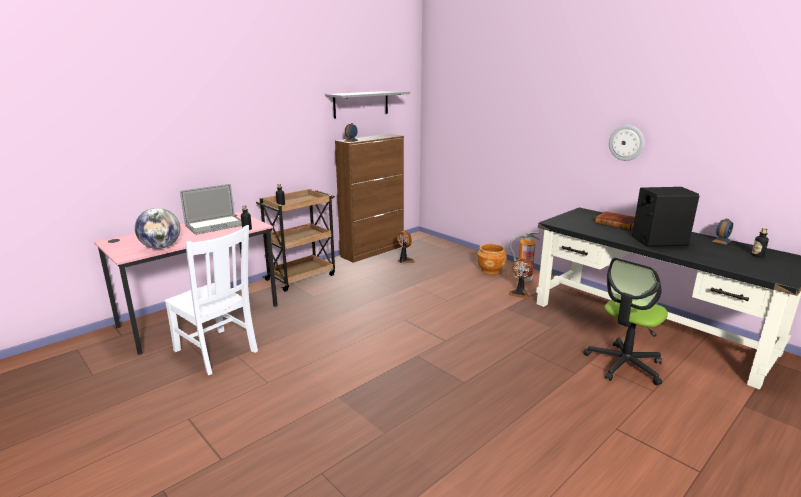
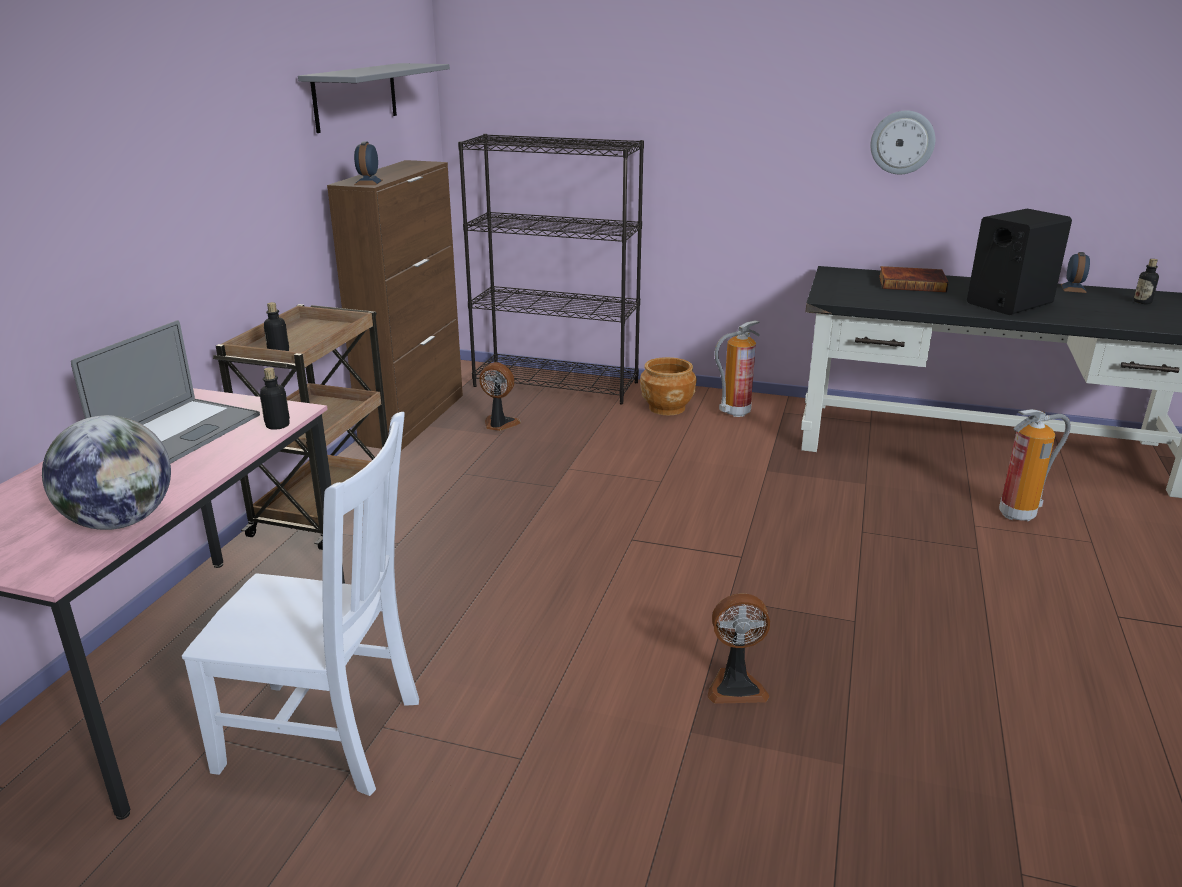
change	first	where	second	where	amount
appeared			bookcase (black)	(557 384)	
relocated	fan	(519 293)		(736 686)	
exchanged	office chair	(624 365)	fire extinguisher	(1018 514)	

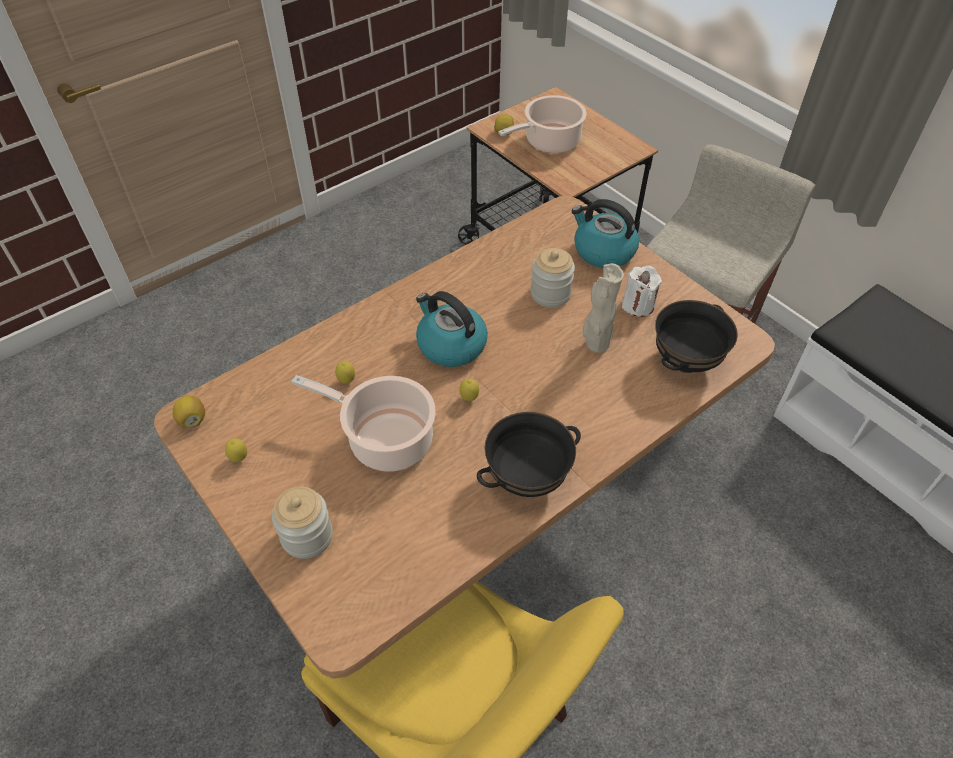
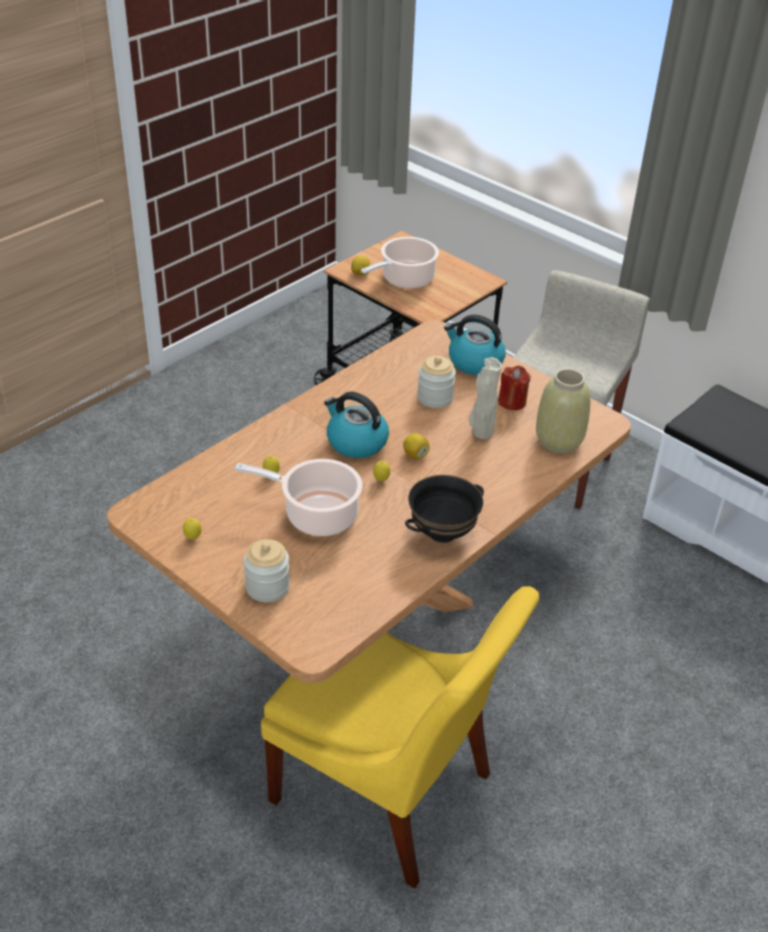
change	first	where	second	where	amount
relocated	lemon	(192 420)		(415 455)	
exchanged	bowl (black)	(685 361)	vase (beige)	(558 440)	
colour	candle (white)	(638 305)	candle (red)	(512 402)	

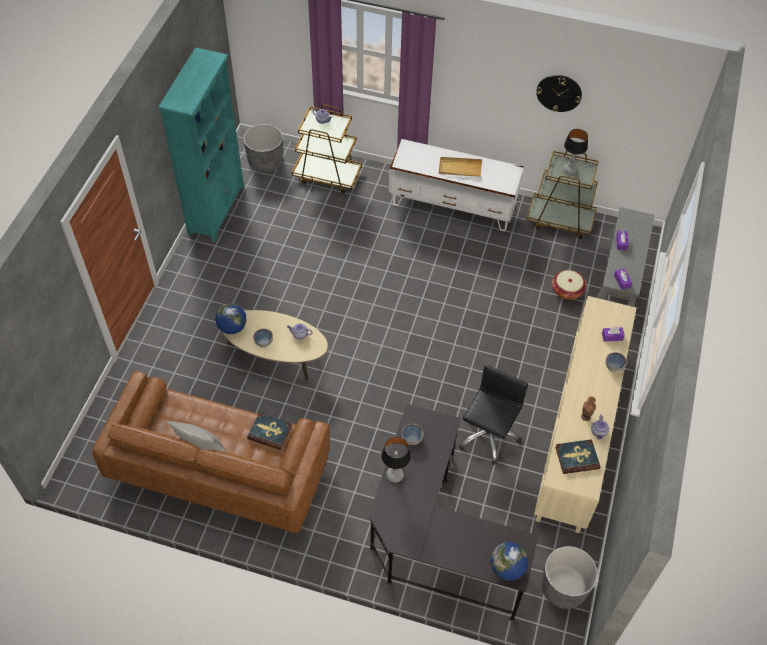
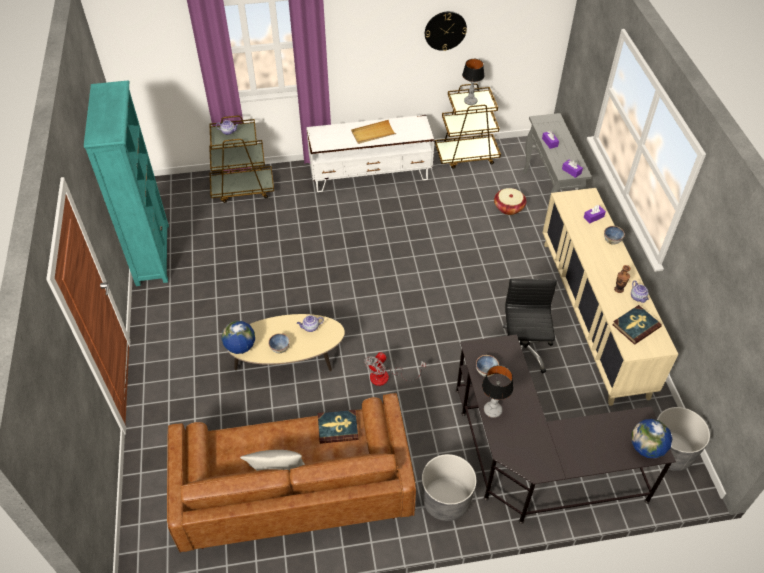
change	first	where	second	where	amount
appeared			fan	(386 377)	
relocated	planter (grey)	(265 162)		(446 500)	

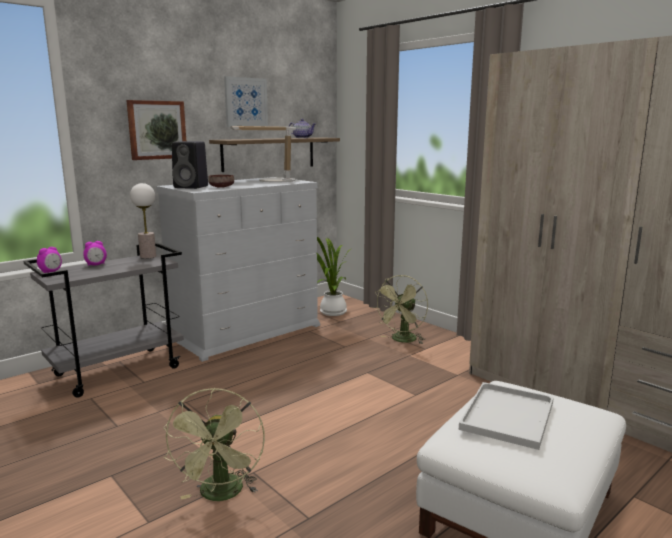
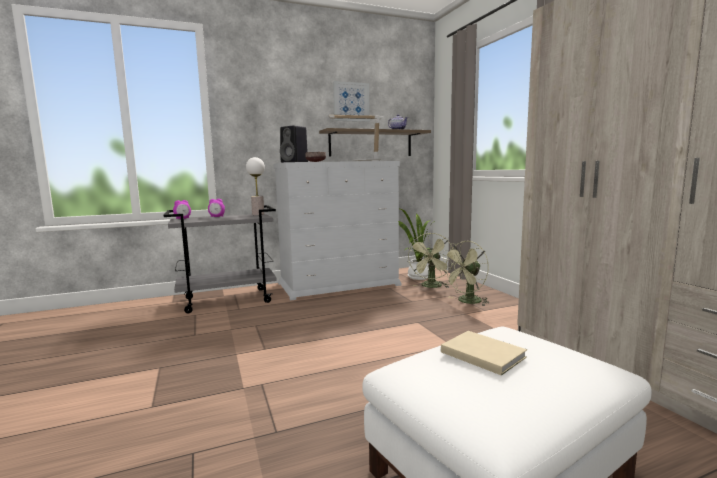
change	first	where	second	where	amount
missing	picture	(157 130)			
relocated	fan (green)	(221 495)		(431 287)	
exchanged	tray (white)	(507 414)	book (beige)	(481 353)	

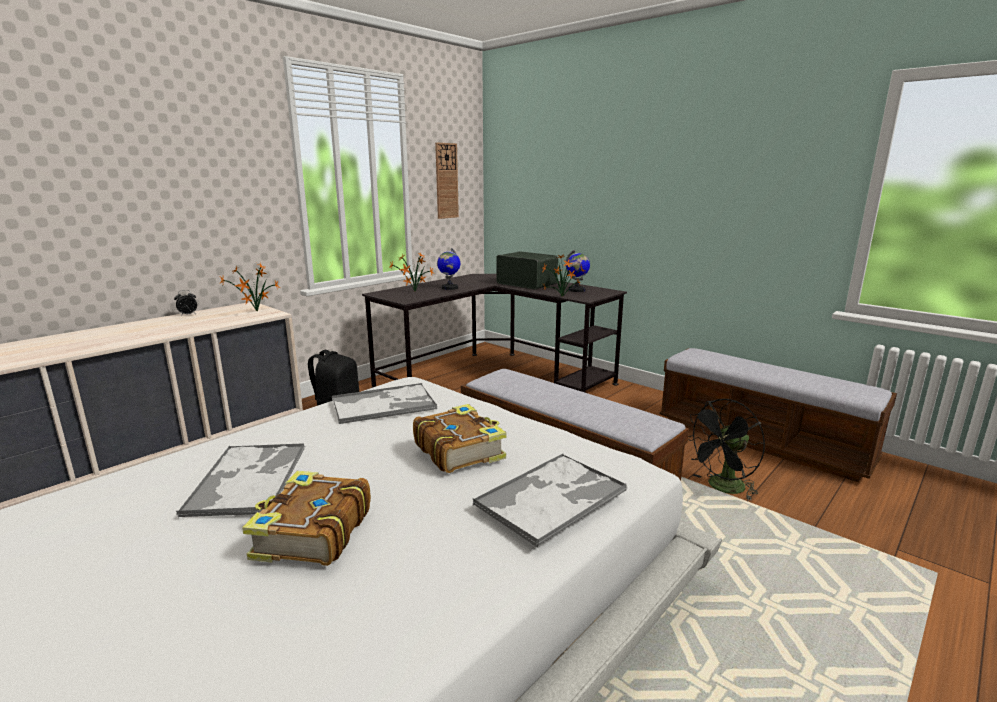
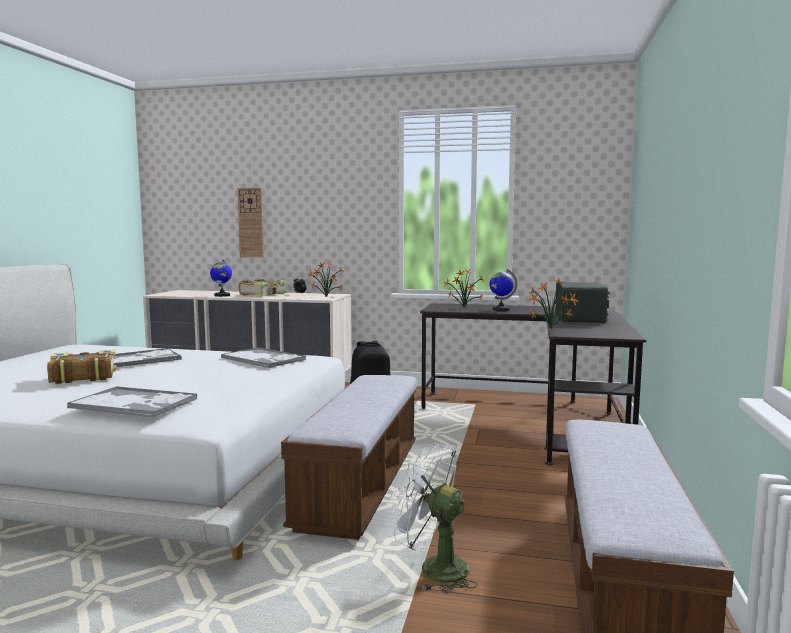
change	first	where	second	where	amount
relocated	book	(459 450)		(264 294)	
relocated	wall clock	(446 181)		(251 223)	
relocated	globe	(577 290)		(222 295)	
colour	fan (black)	(722 488)	fan (white)	(433 568)	

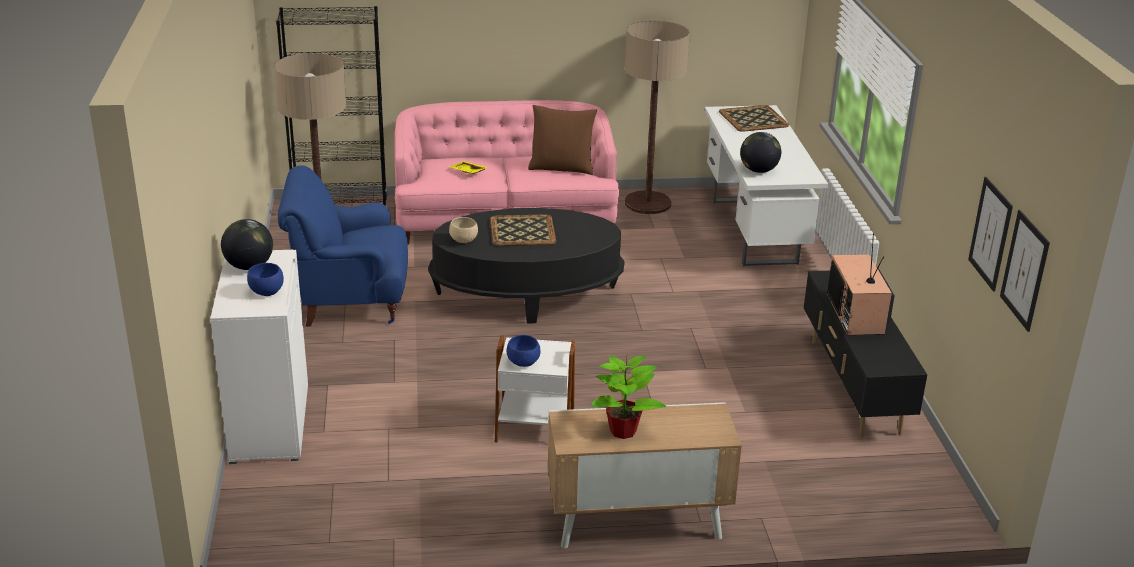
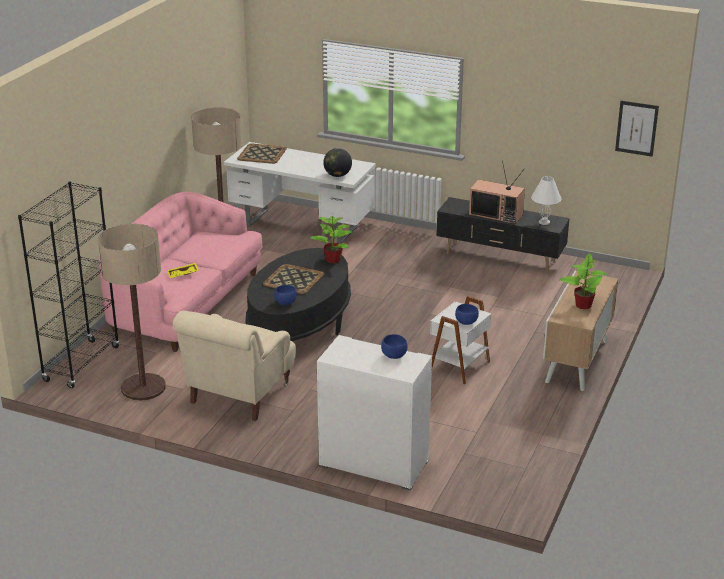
change	first	where	second	where	amount
missing	globe	(249 266)			
missing	pillow (brown)	(561 168)			
missing	picture	(990 233)			
appeared			potted plant	(333 260)	
appeared			table lamp (white)	(544 222)	
colour	armchair (blue)	(350 302)	armchair (beige)	(238 394)	
colour	bowl (beige)	(464 240)	bowl (blue)	(285 303)	

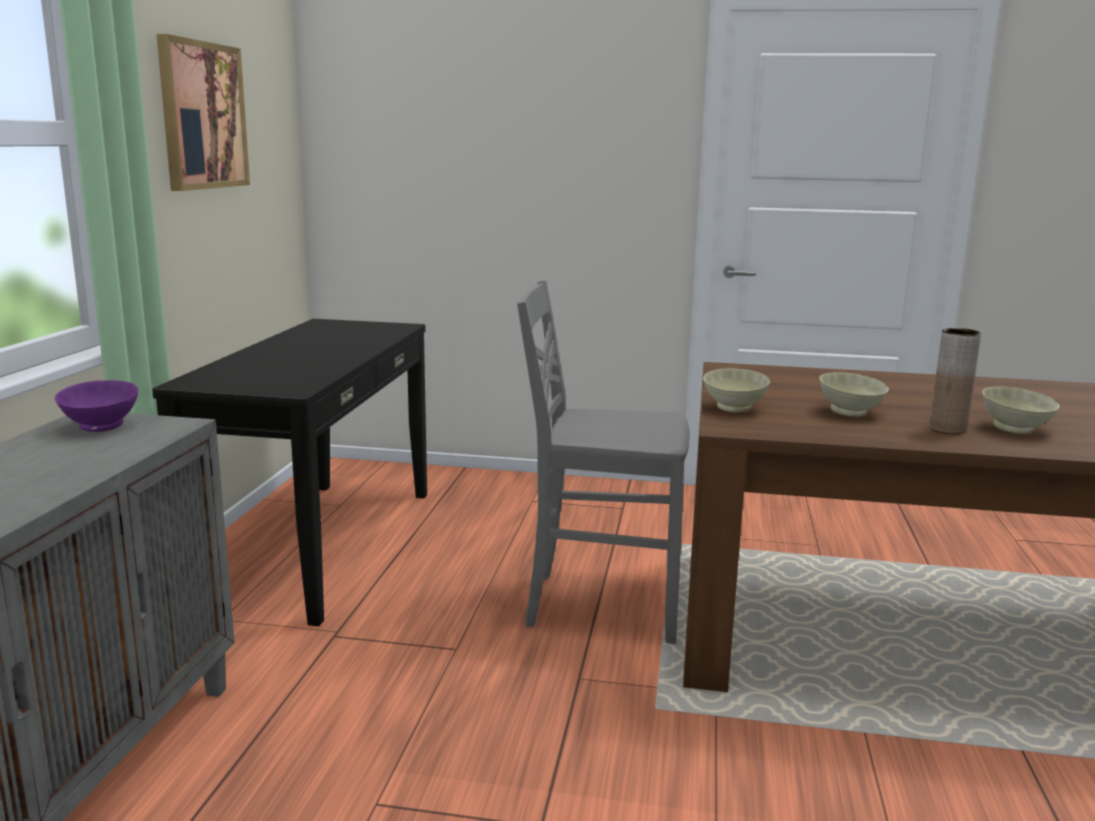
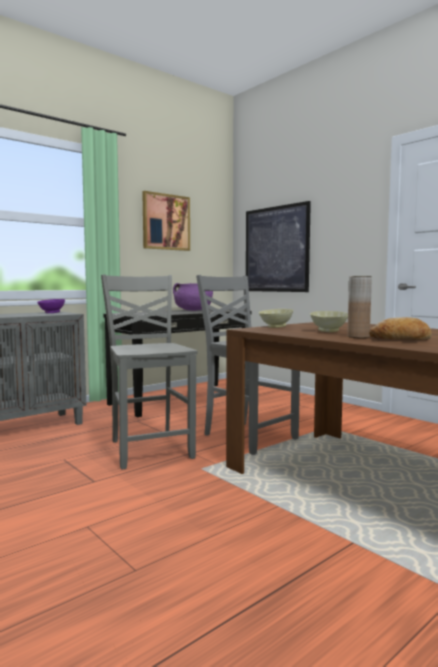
change	first	where	second	where	amount
appeared			chair (grey)	(150 449)	
appeared			cooking pot (purple)	(193 310)	
appeared			picture	(276 249)	
exchanged	bowl (beige)	(1014 429)	bread	(400 340)	

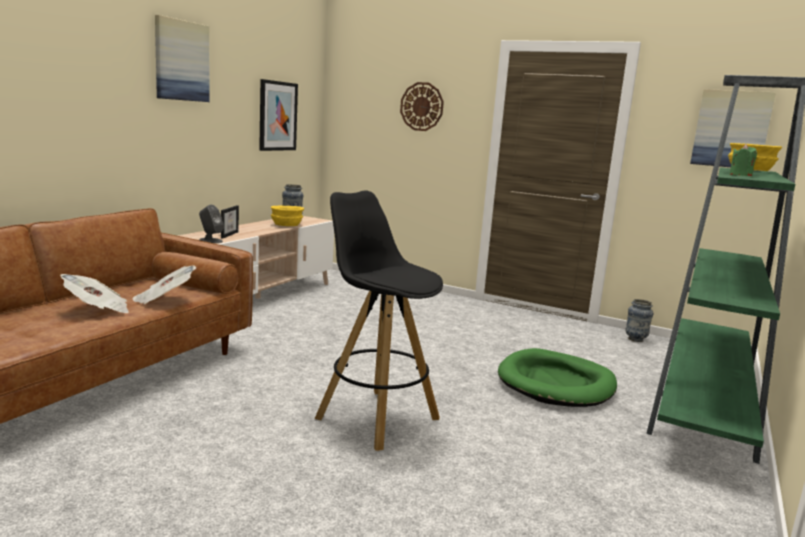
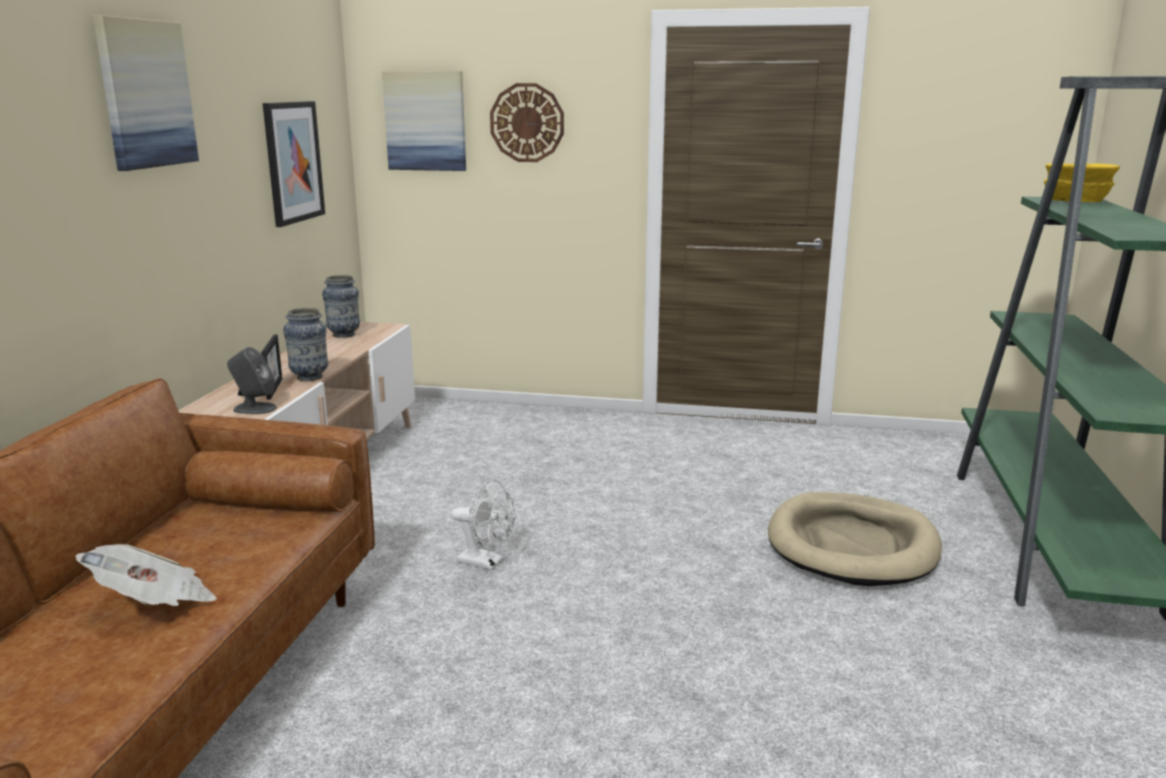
change	first	where	second	where	amount
missing	newspaper	(164 300)			
missing	bowl (yellow)	(286 225)			
missing	stool (black)	(376 418)			
missing	candle (green)	(740 175)			
appeared			fan (white)	(487 562)	
relocated	vase	(635 339)		(310 377)	
relocated	picture	(731 129)		(425 121)	
colour	dog bed (green)	(556 383)	dog bed (beige)	(852 545)	

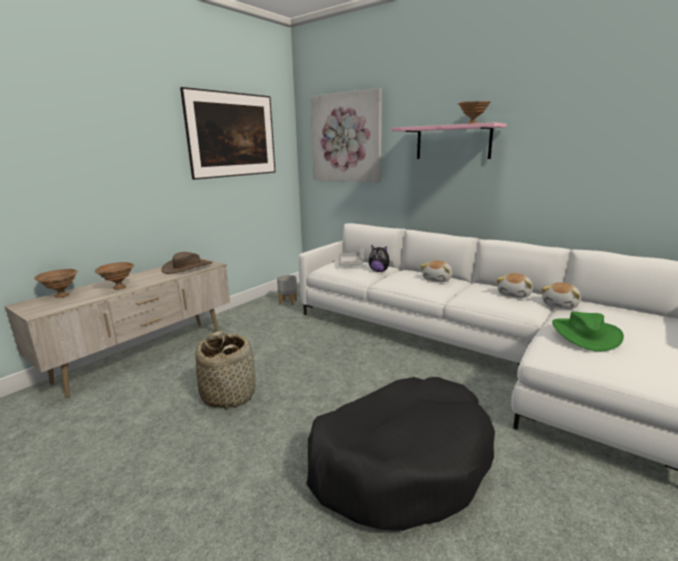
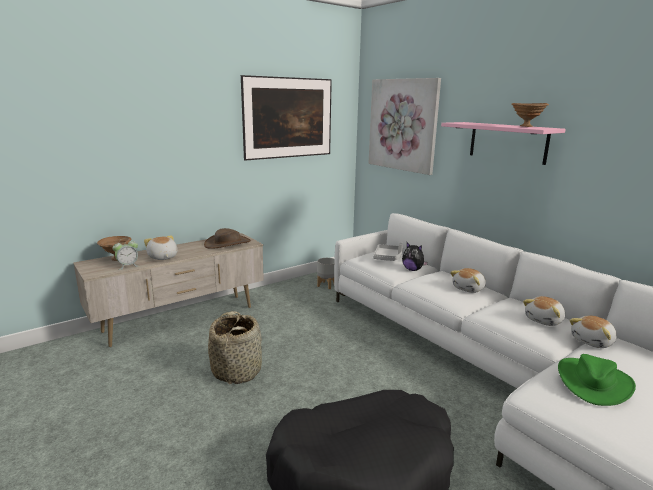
change	first	where	second	where	amount
appeared			alarm clock	(128 266)	
exchanged	bowl (brown)	(118 288)	plush toy	(162 257)	

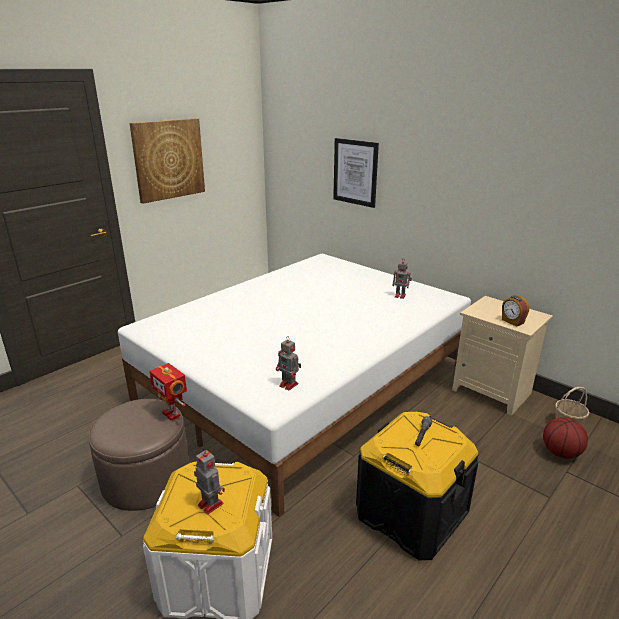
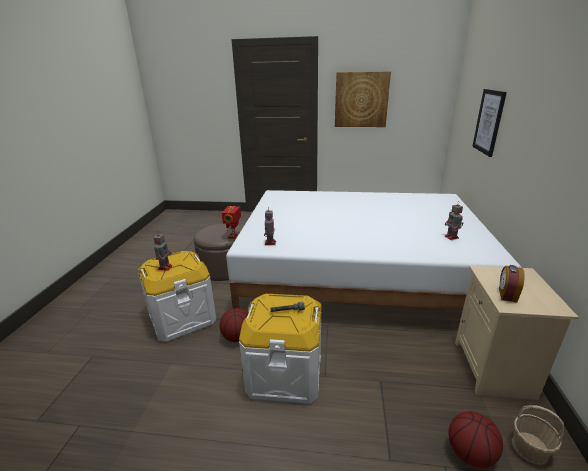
change	first	where	second	where	amount
appeared			basketball	(238 337)	
colour	storage box (black)	(411 514)	storage box (white)	(285 373)	

